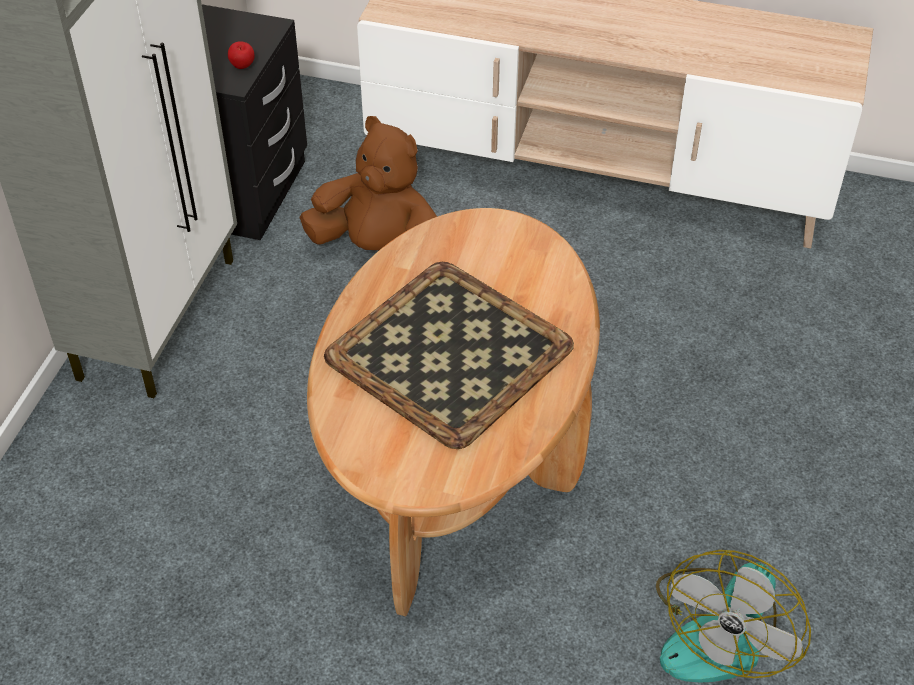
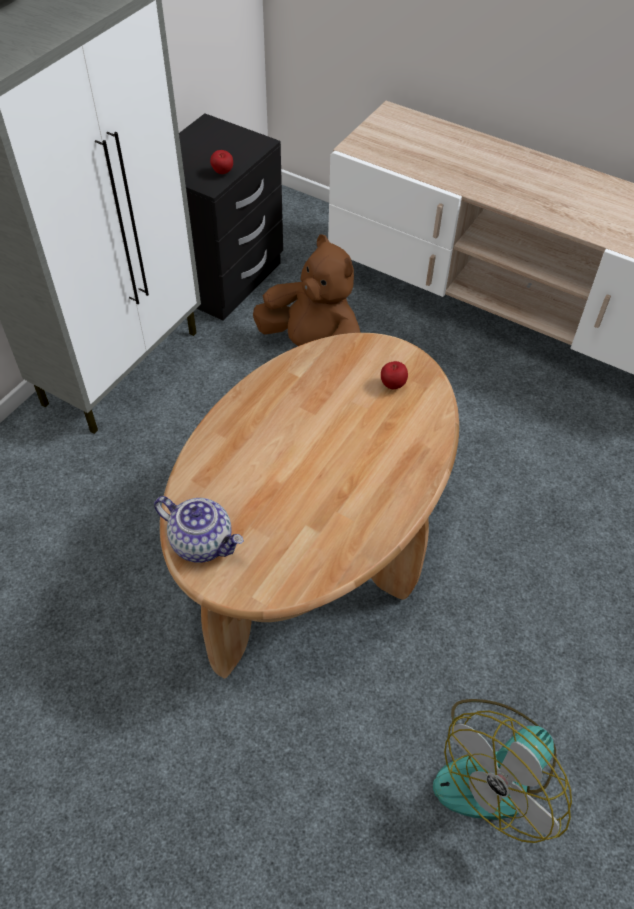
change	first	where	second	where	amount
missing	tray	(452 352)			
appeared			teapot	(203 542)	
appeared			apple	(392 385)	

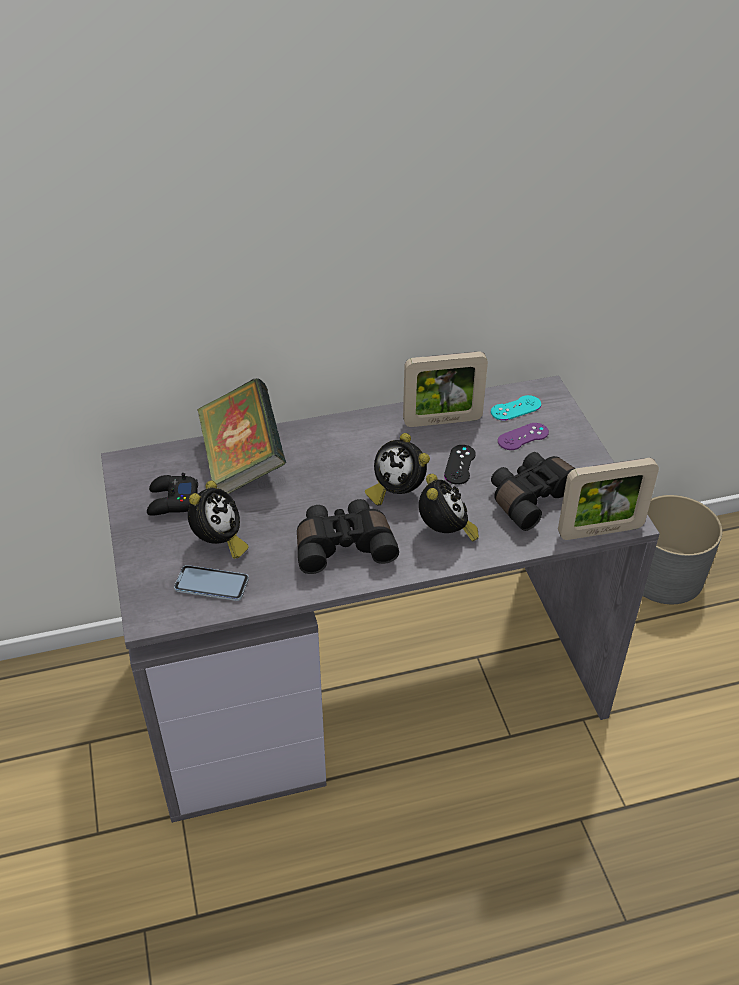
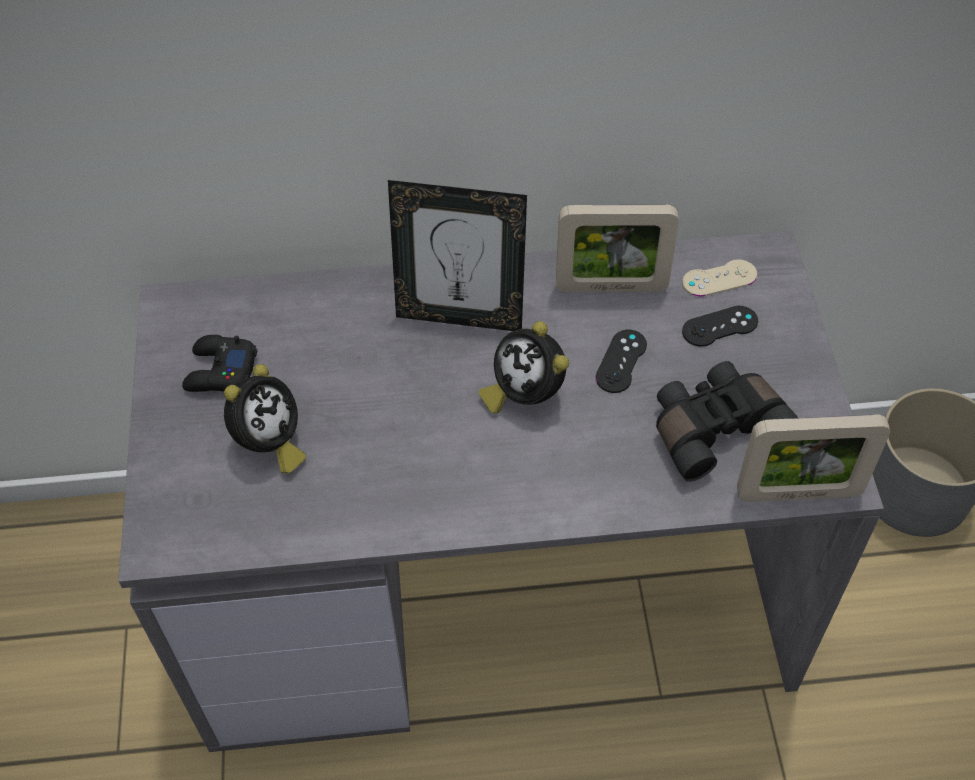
change	first	where	second	where	amount
missing	phone	(211 584)			
missing	book	(243 461)			
missing	binoculars (black)	(343 545)			
missing	alarm clock	(445 532)			
appeared			picture frame	(460 316)	
colour	game controller (turquoise)	(516 408)	game controller (beige)	(719 278)	
colour	game controller (purple)	(523 437)	game controller (black)	(720 326)	

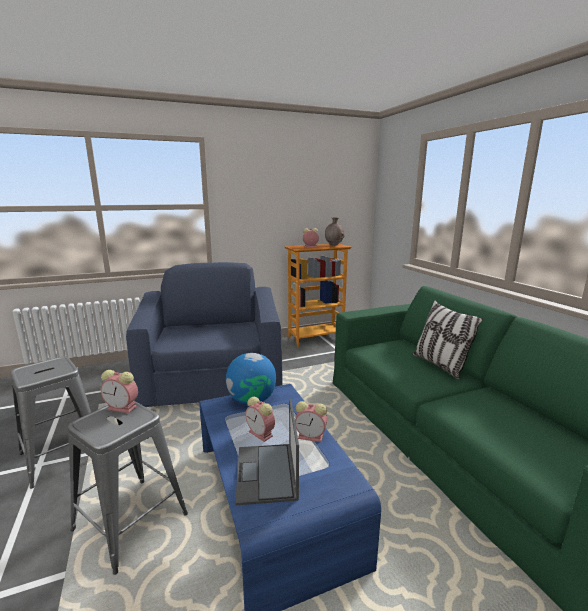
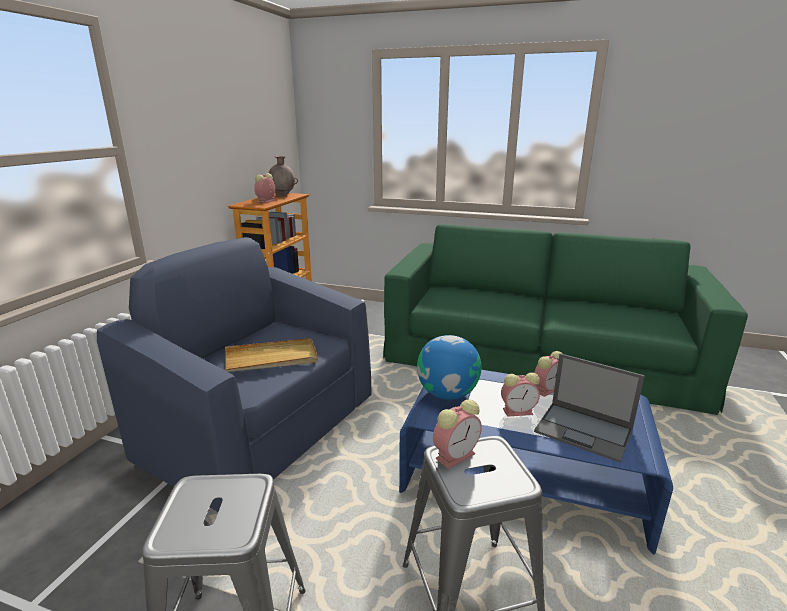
change	first	where	second	where	amount
missing	pillow	(440 365)			
appeared			tray (beige)	(271 359)	

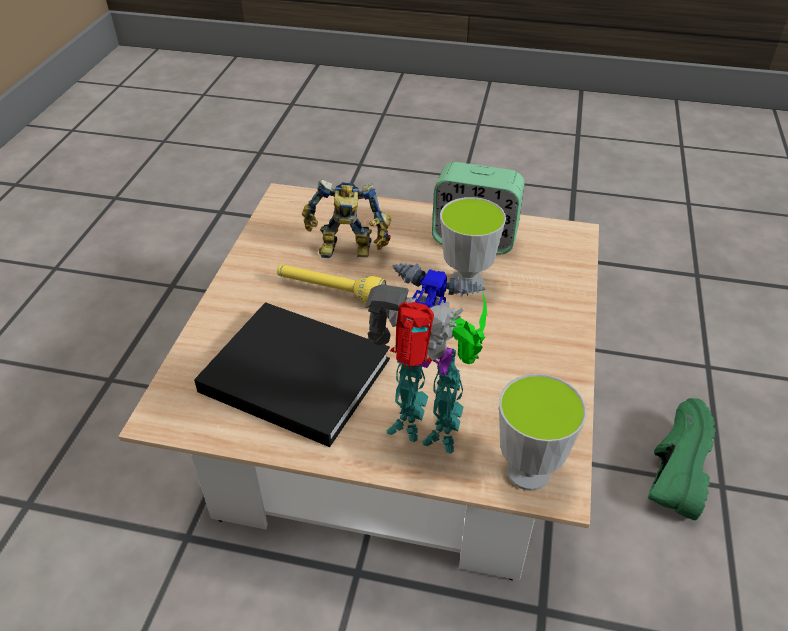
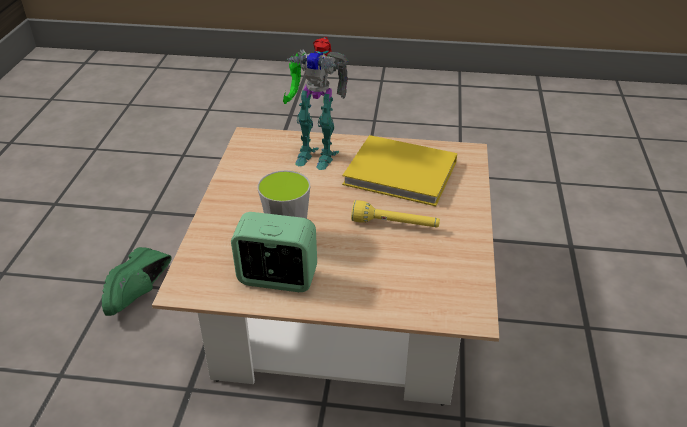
change	first	where	second	where	amount
missing	toy robot	(347 251)			
missing	cup	(528 472)			
colour	book (black)	(291 373)	book (yellow)	(403 174)	

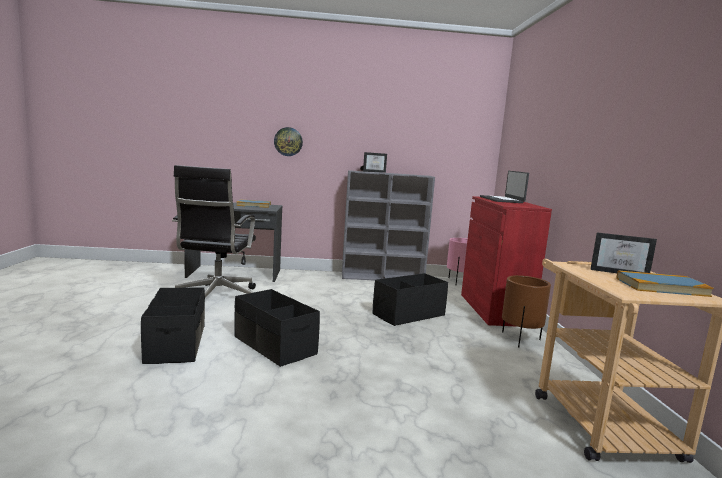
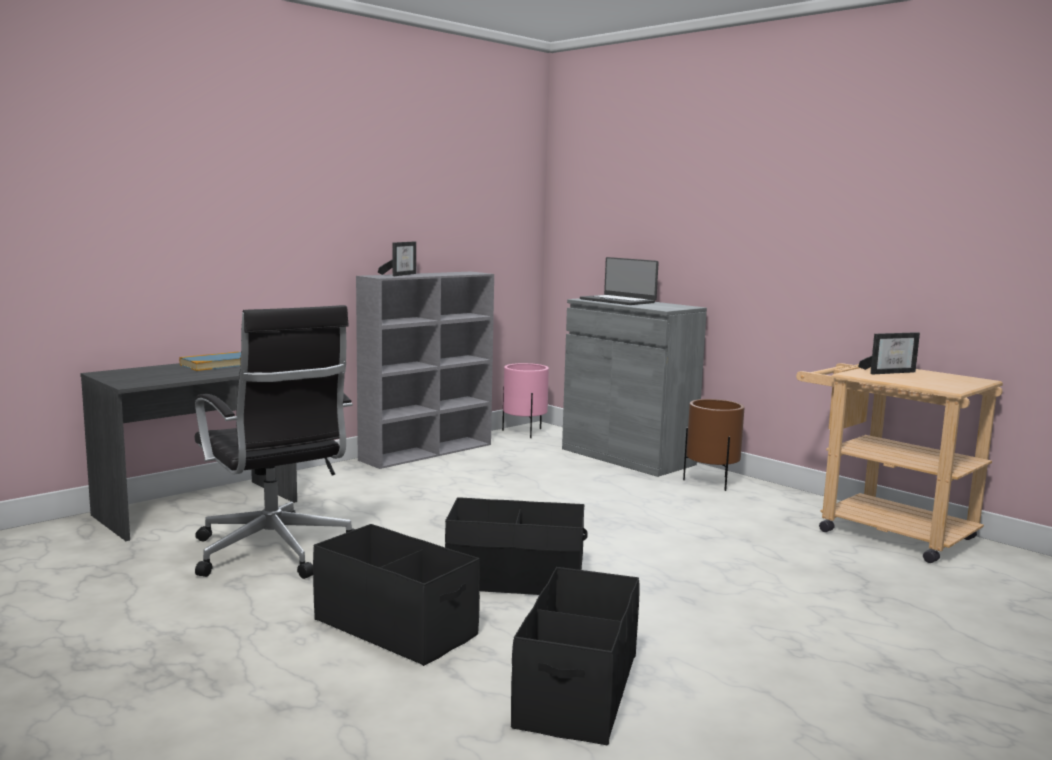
change	first	where	second	where	amount
missing	wall clock	(288 141)			
missing	book	(661 287)			
relocated	storage box (black)	(408 314)		(576 690)	
colour	cabinet (red)	(494 309)	cabinet (grey)	(627 457)	

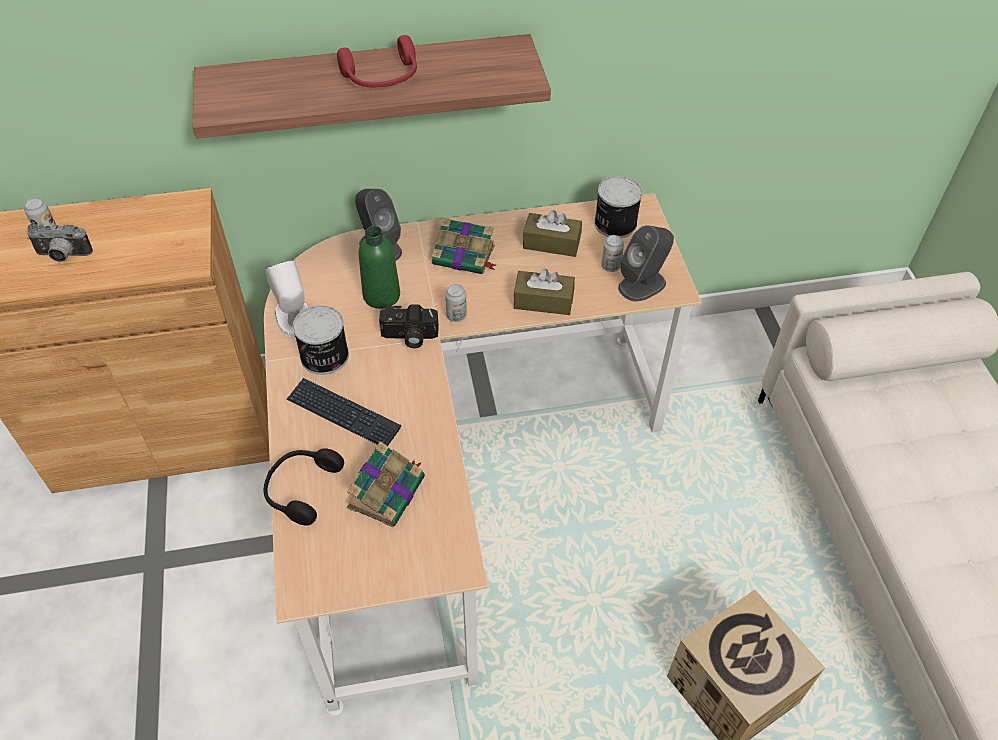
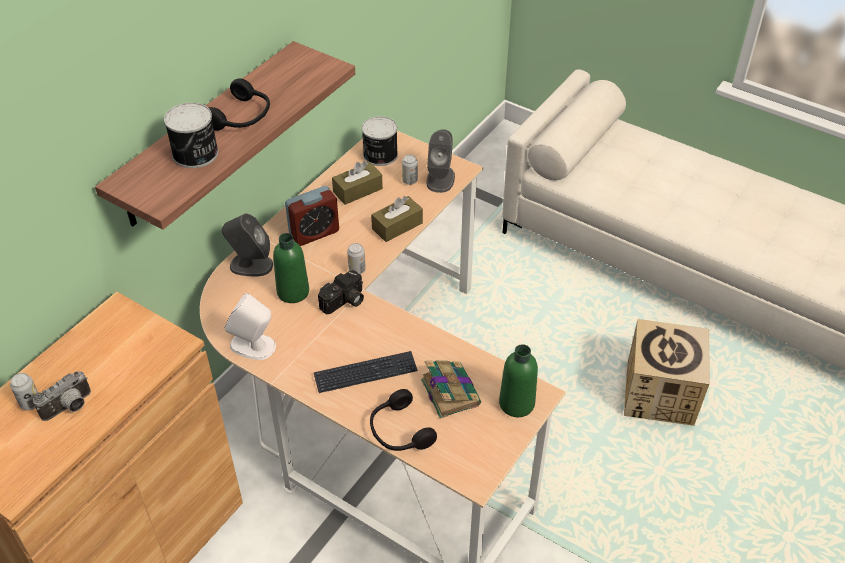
change	first	where	second	where	amount
appeared			bottle (green)	(516 403)	
relocated	can	(324 357)		(196 154)	
exchanged	book	(465 256)	alarm clock	(314 233)	
colour	headphones (red)	(382 78)	headphones (black)	(242 117)	

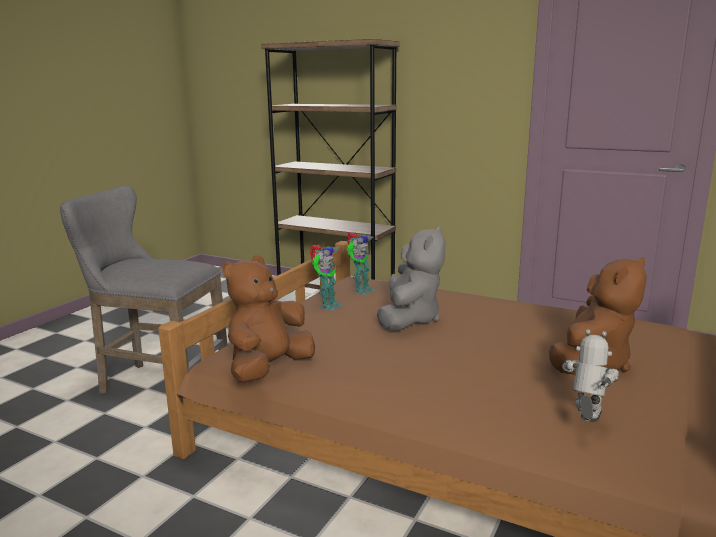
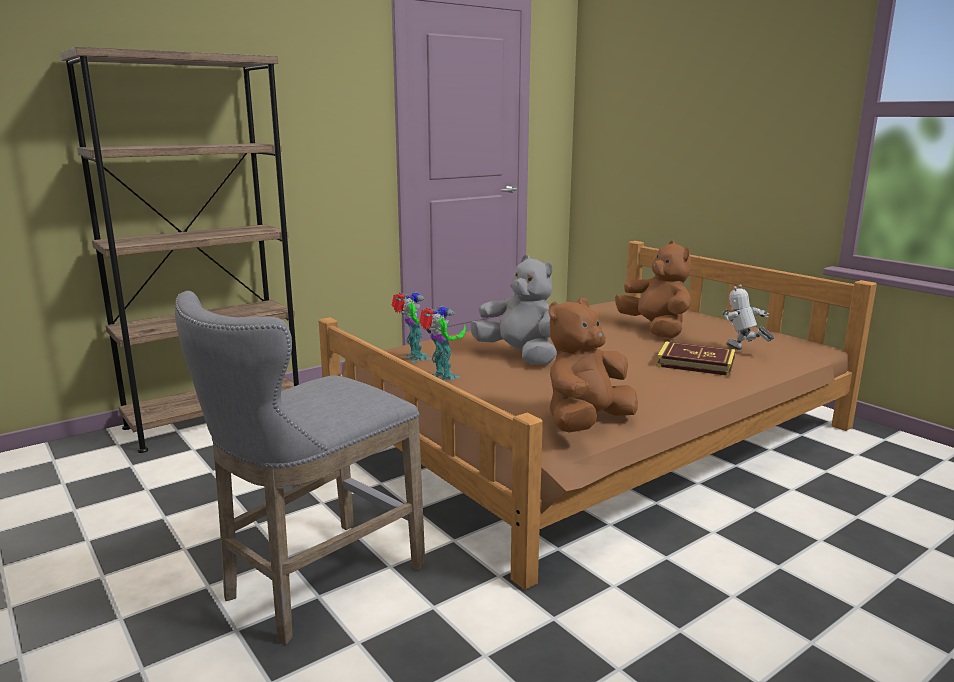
change	first	where	second	where	amount
appeared			book	(695 363)	
spun	plush toy (brown)	(268 369)		(586 423)	75 degrees clockwise

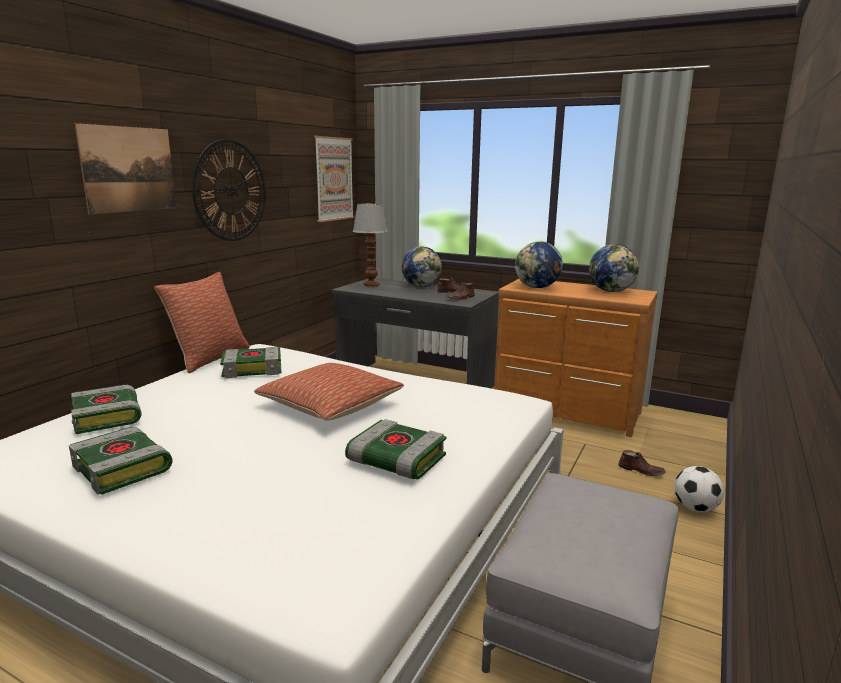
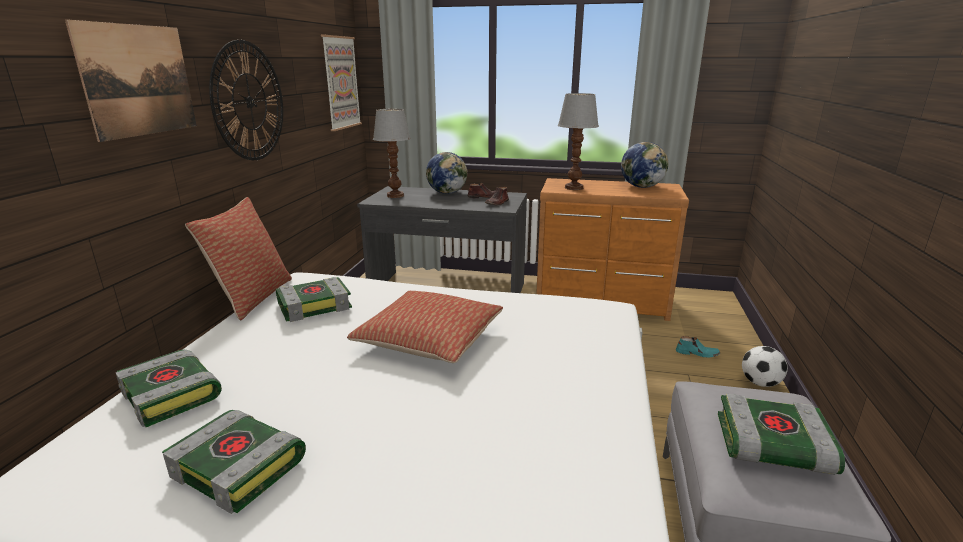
change	first	where	second	where	amount
relocated	book	(395 460)		(771 446)	
exchanged	globe	(537 287)	table lamp	(574 188)	
colour	shoe (brown)	(641 471)	shoe (turquoise)	(697 353)	

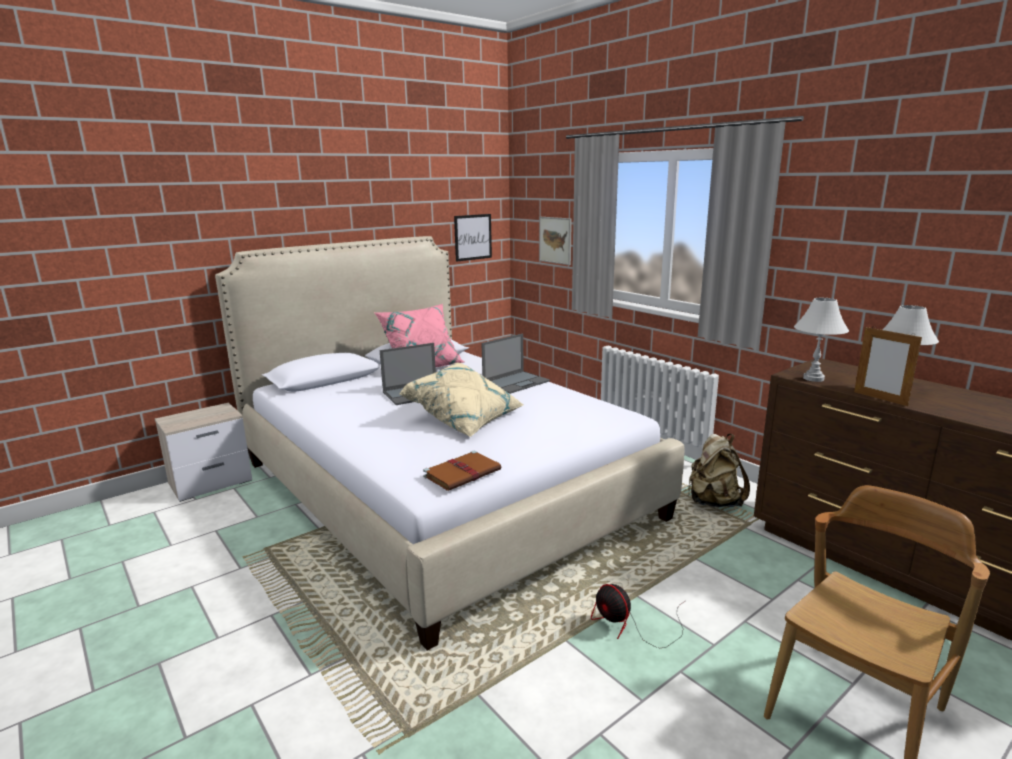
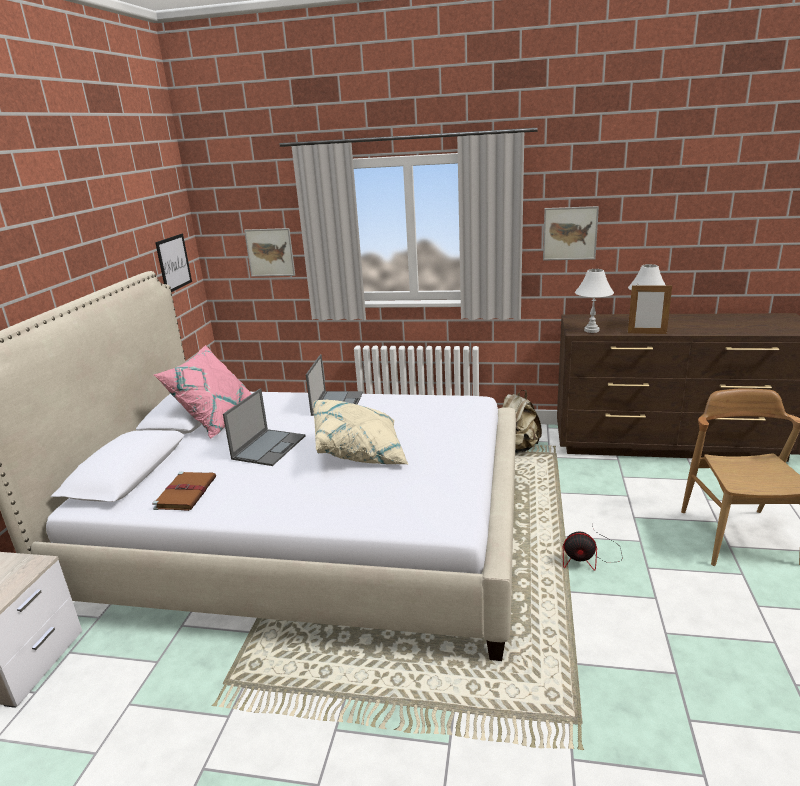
change	first	where	second	where	amount
appeared			picture	(570 233)	
relocated	book (brown)	(463 473)		(186 492)	

